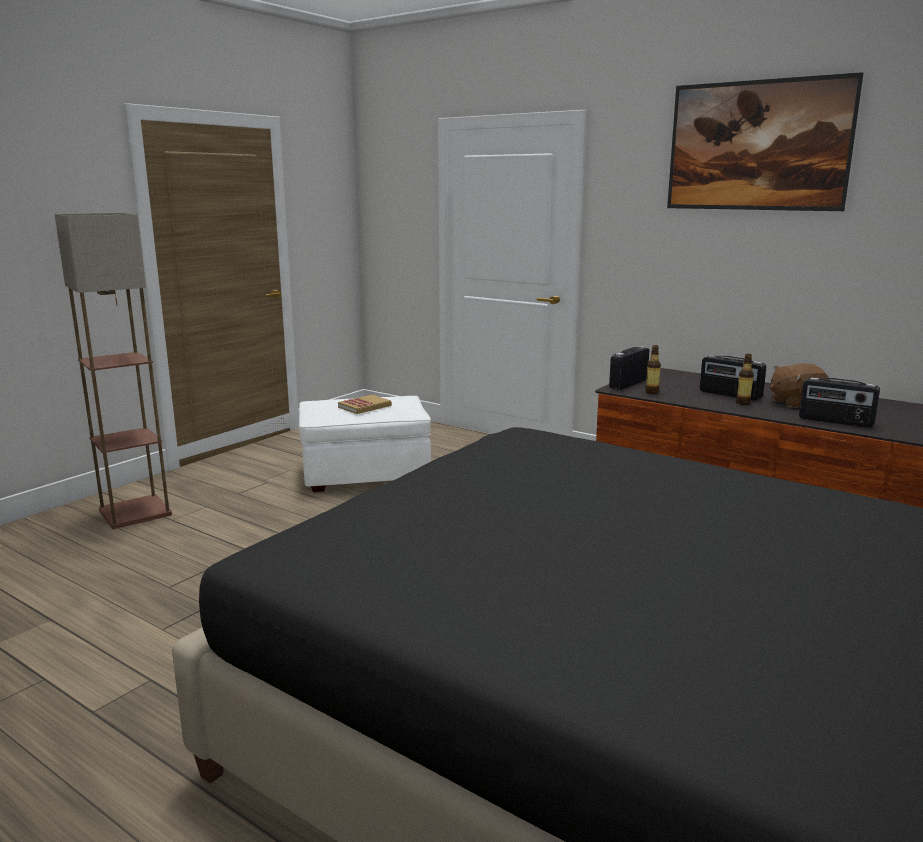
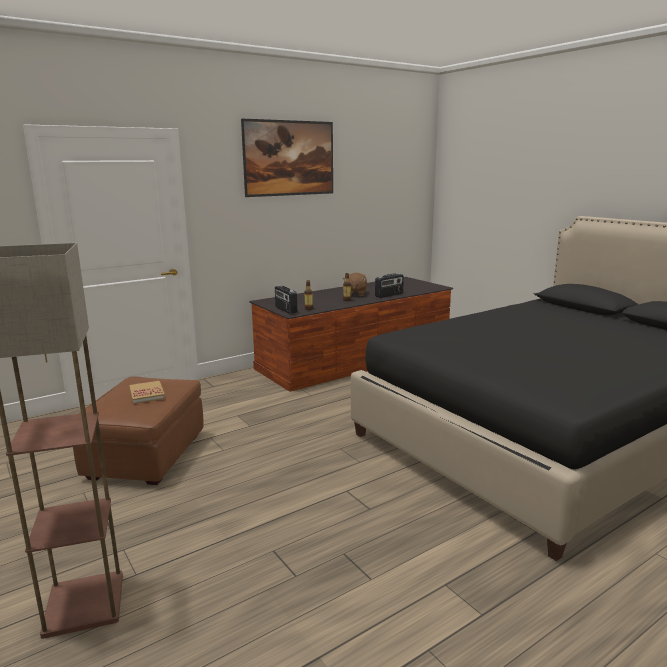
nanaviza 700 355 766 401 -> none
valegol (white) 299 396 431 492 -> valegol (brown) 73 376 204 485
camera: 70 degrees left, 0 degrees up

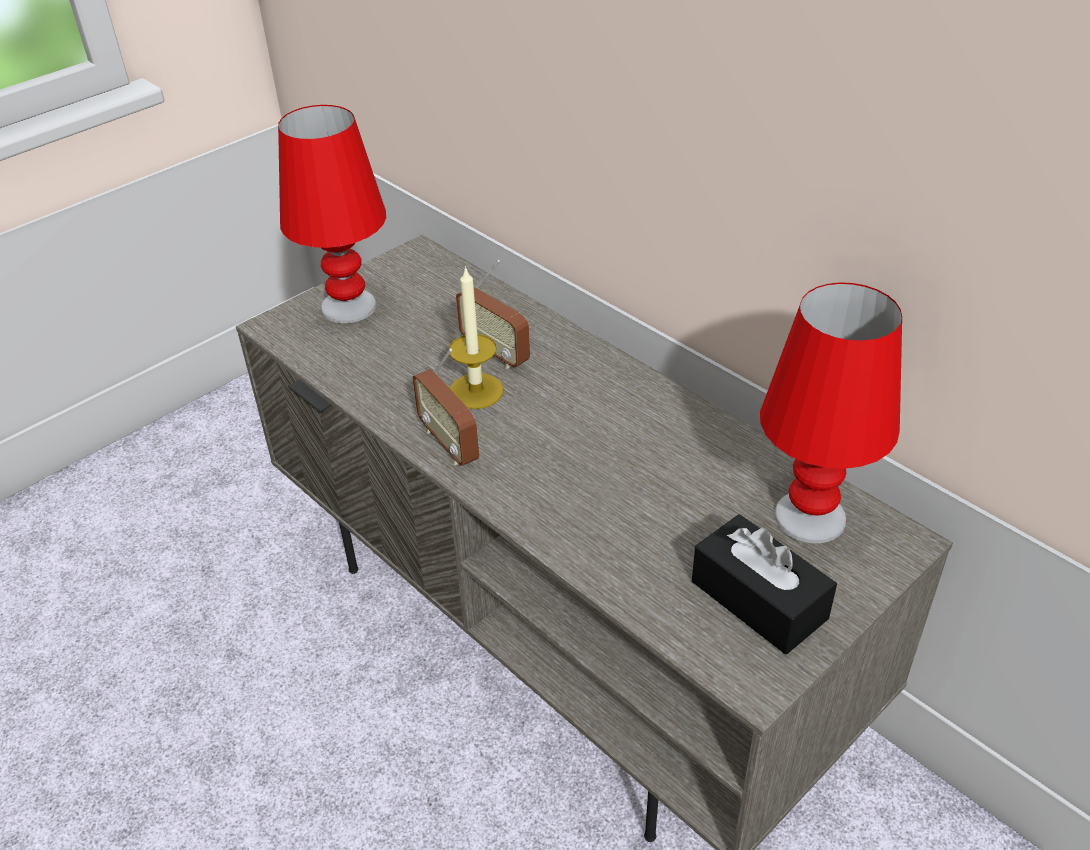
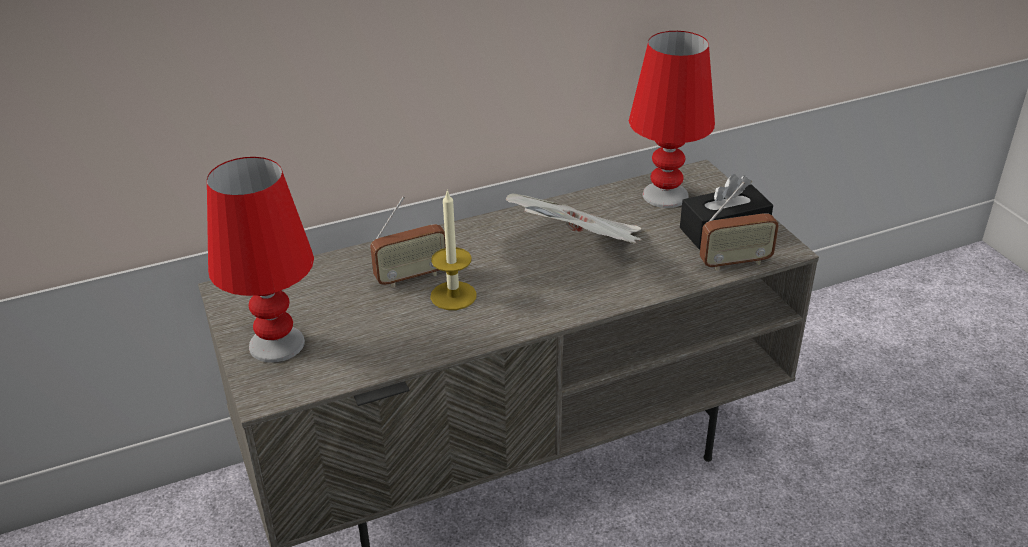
nanaviza 412 349 479 466 -> nanaviza 700 182 779 271, shifted
none -> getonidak 506 194 642 244
camera: 70 degrees left, 5 degrees down

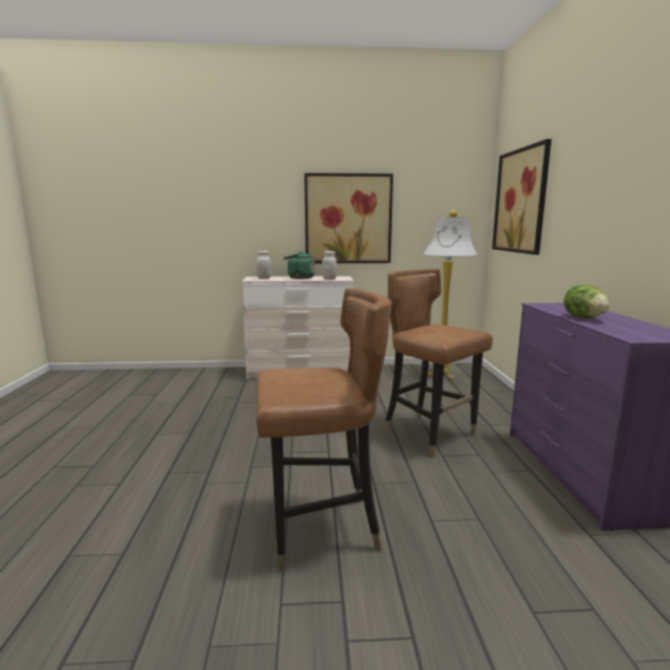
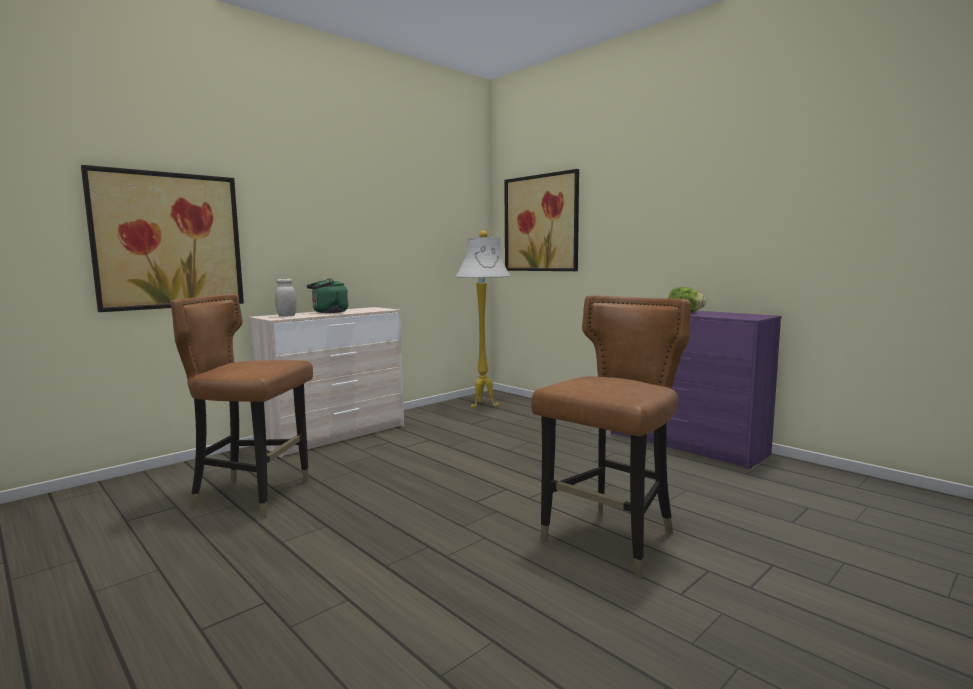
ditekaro 304 173 393 263 -> ditekaro 81 165 244 312, shifted
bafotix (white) 322 251 337 280 -> none
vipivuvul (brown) 383 268 493 457 -> vipivuvul (brown) 170 294 313 518, shifted
camera: 40 degrees left, 5 degrees down

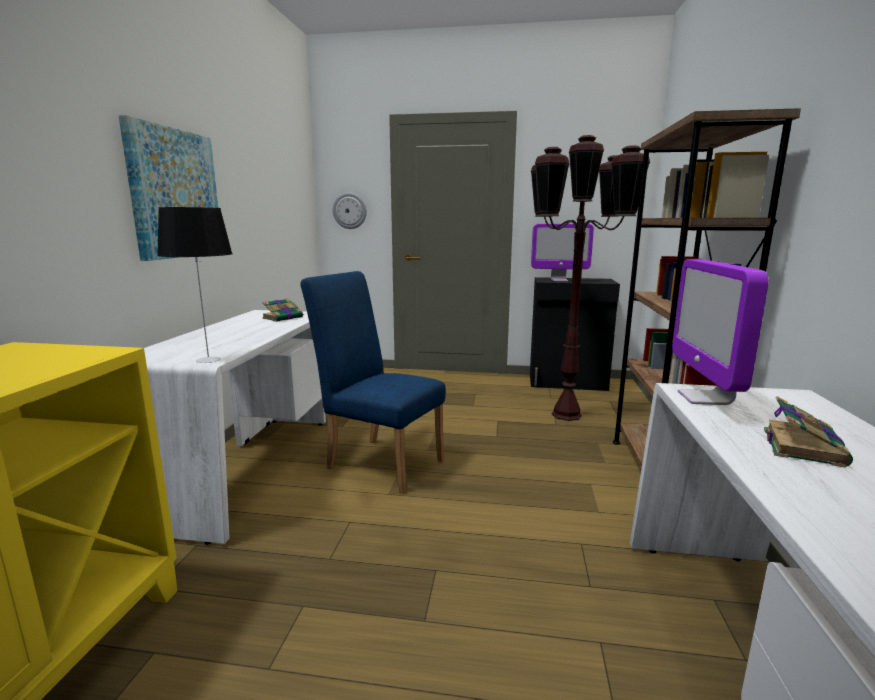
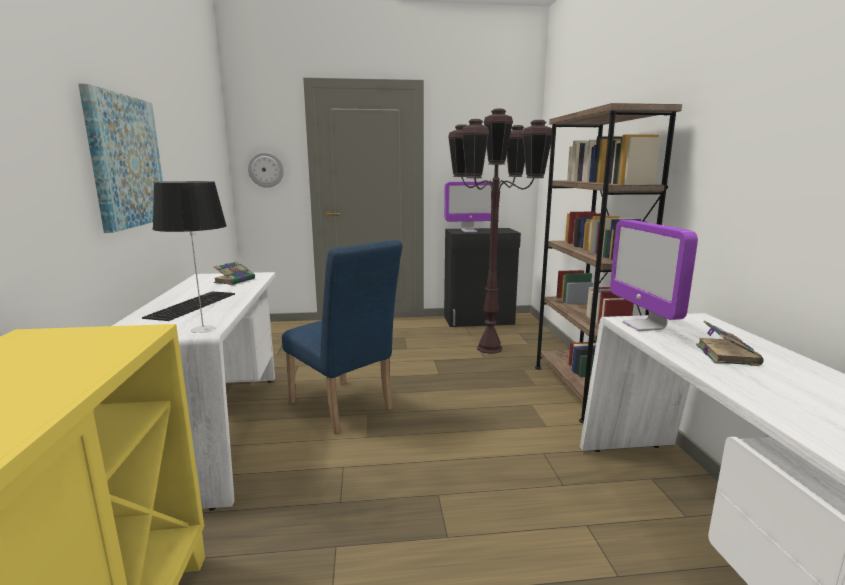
vipivuvul (blue) 300 271 446 493 -> vipivuvul (blue) 282 240 403 434, 150 degrees counterclockwise
none -> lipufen 142 291 235 321
camera: 15 degrees left, 0 degrees up

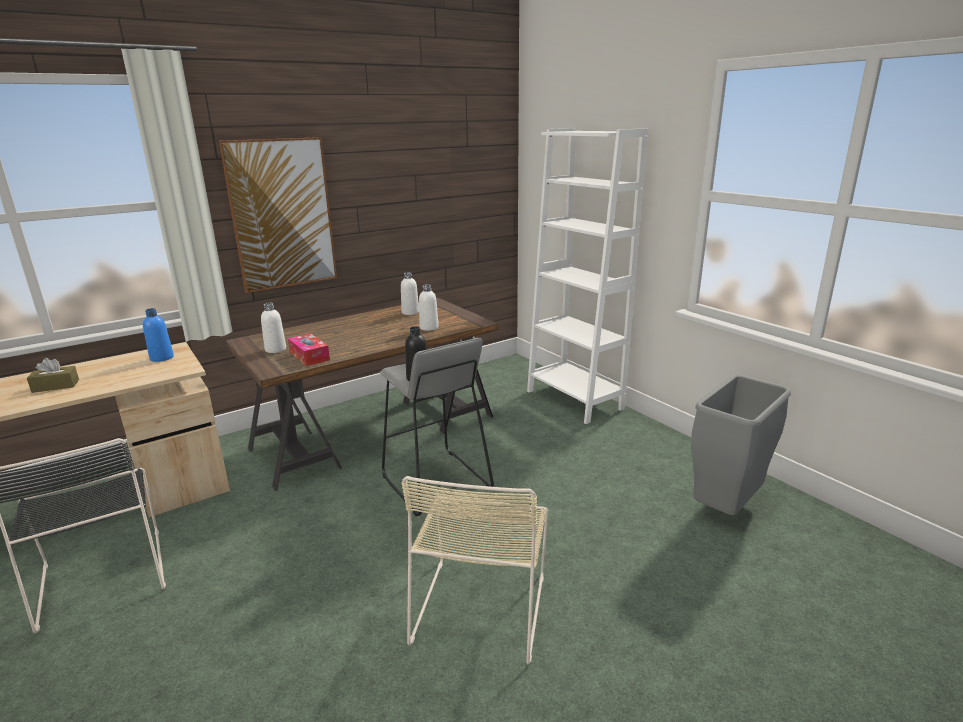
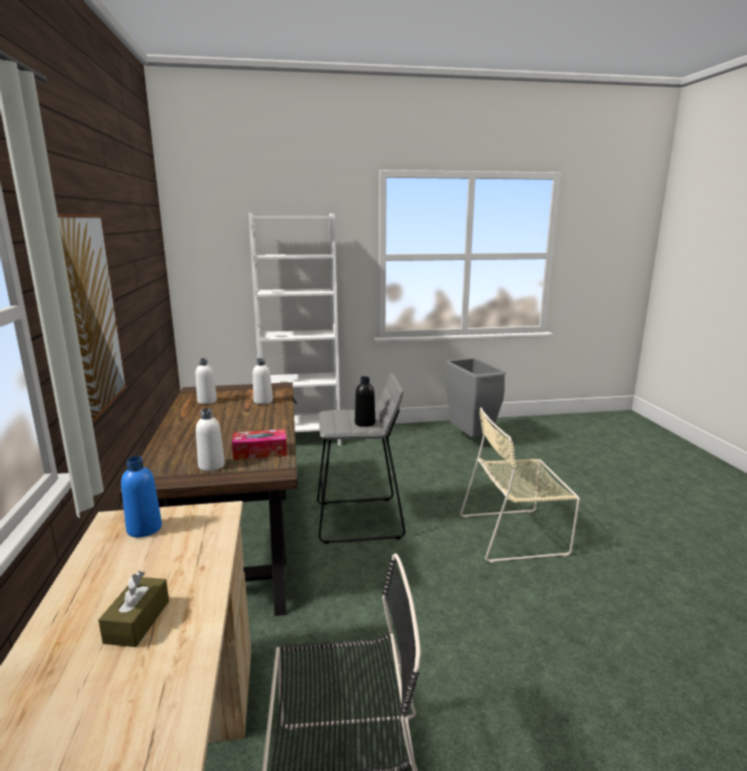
vipivuvul (beige) 402 476 548 665 -> vipivuvul (beige) 460 408 580 563, 135 degrees clockwise
camera: 65 degrees left, 5 degrees down

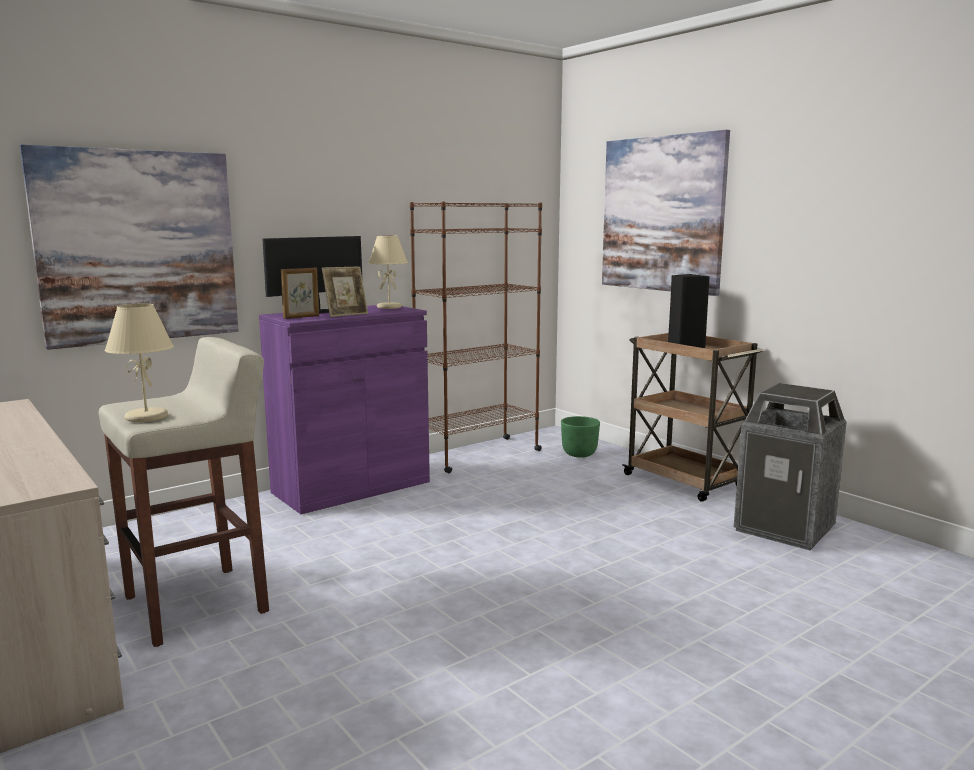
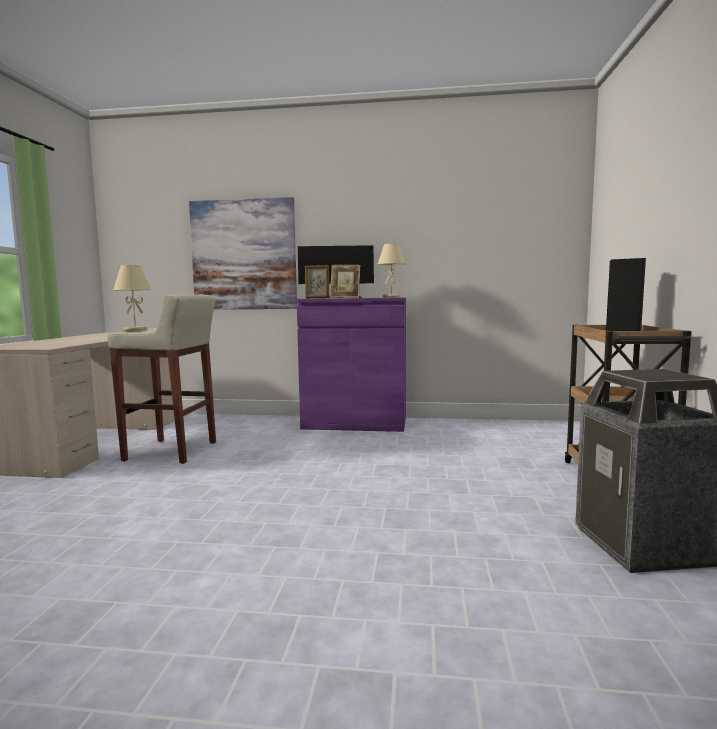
ditekaro 602 130 730 296 -> none
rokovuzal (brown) 410 201 542 473 -> none
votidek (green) 561 416 600 458 -> none
camera: 45 degrees right, 5 degrees down

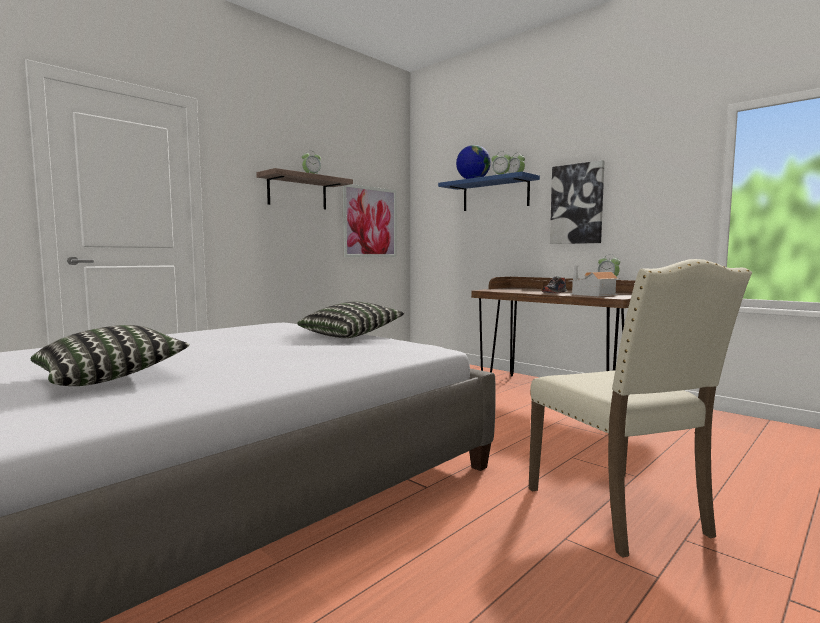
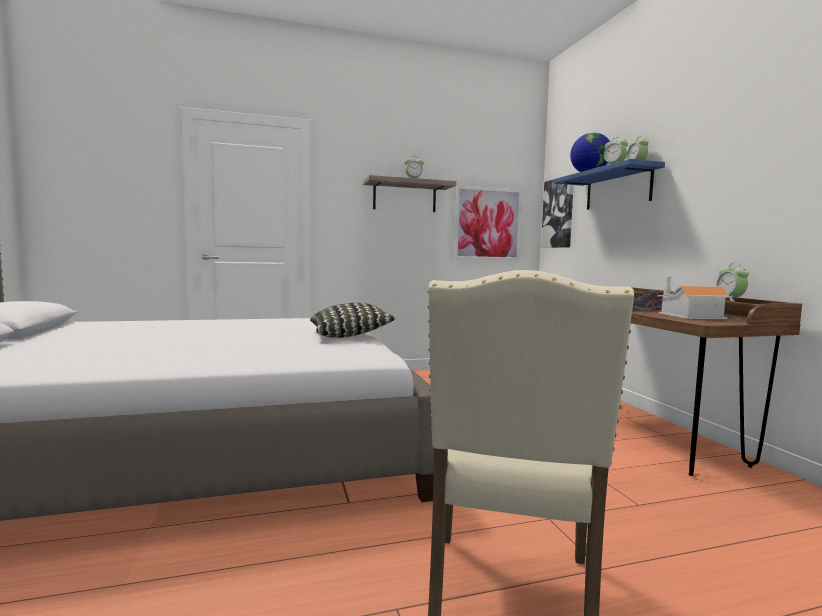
ditekaro 550 160 605 244 -> ditekaro 541 180 574 248, shifted
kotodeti 31 325 189 386 -> none
camera: 30 degrees right, 0 degrees up

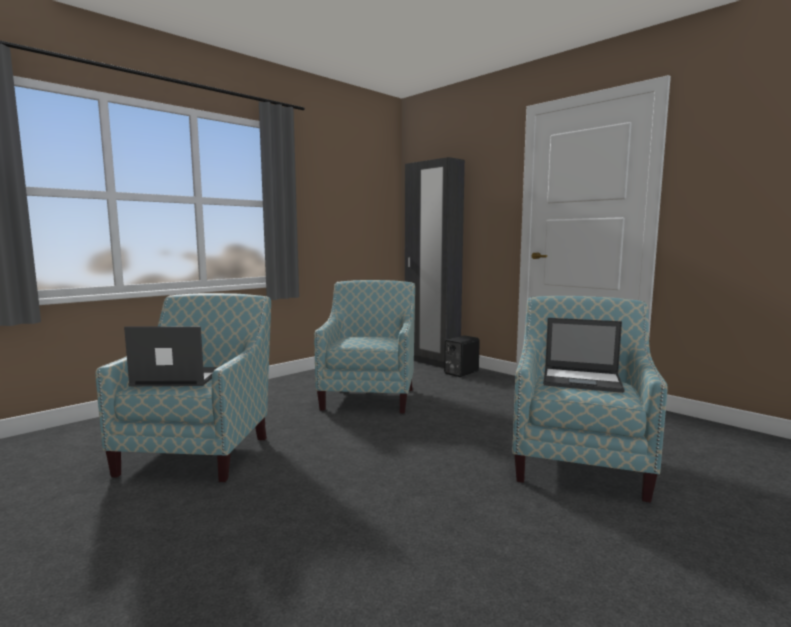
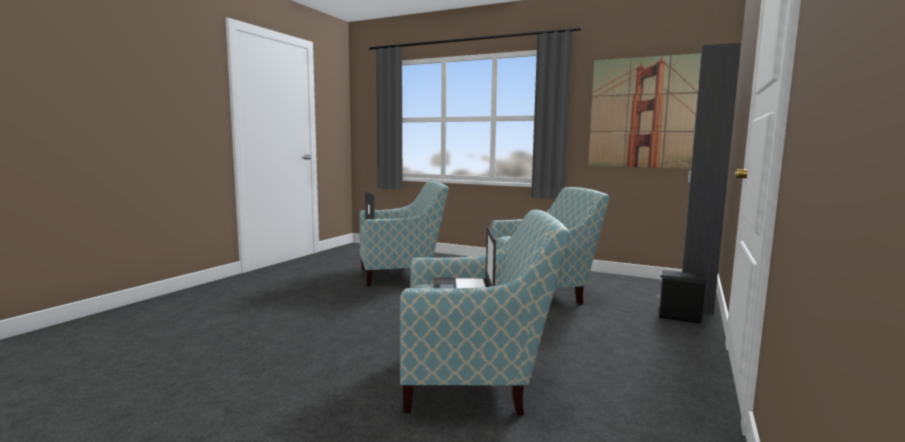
none -> ditekaro 588 53 701 169
camera: 70 degrees right, 0 degrees up

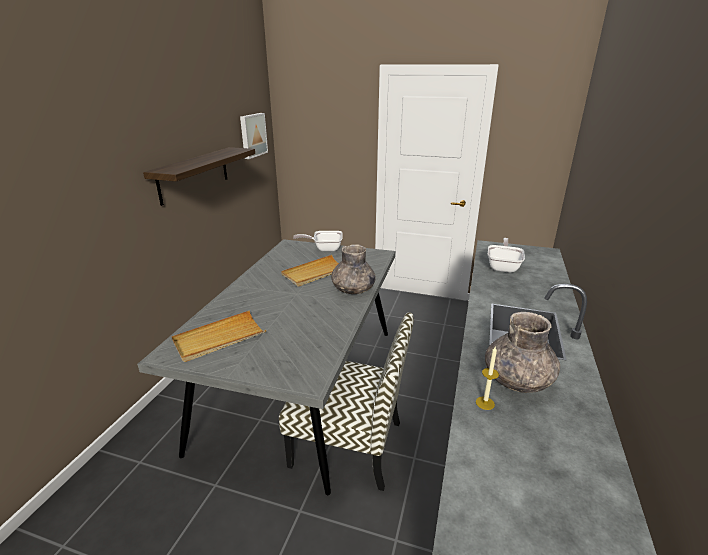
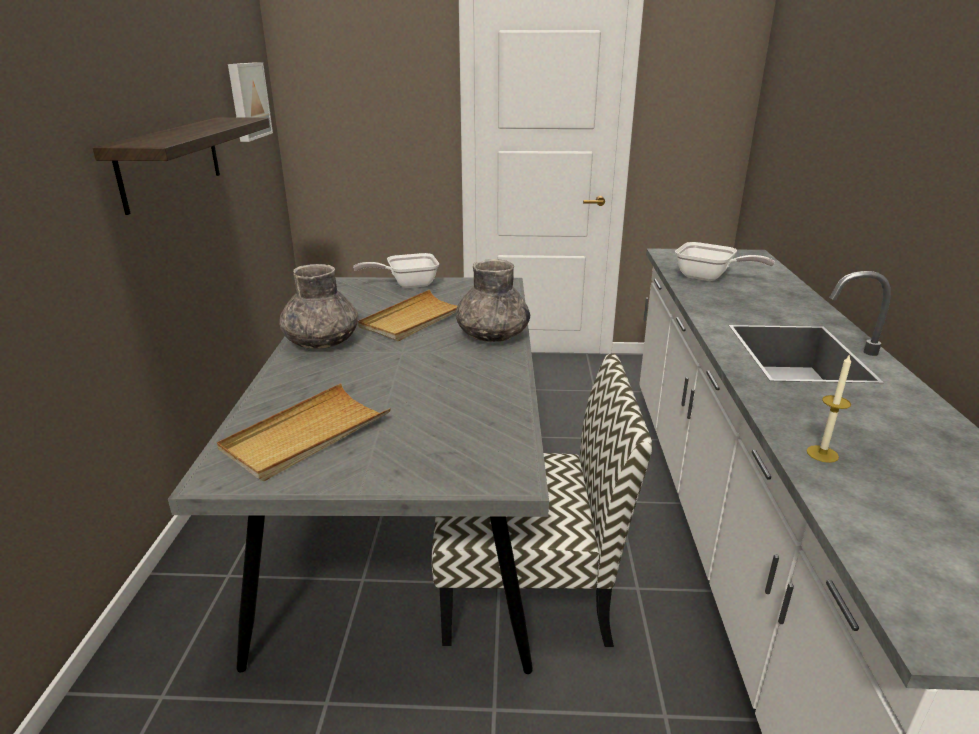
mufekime 488 238 525 273 -> mufekime 675 242 775 281, 120 degrees clockwise
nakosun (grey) 485 312 560 393 -> nakosun (grey) 279 264 358 349, shifted
camera: 15 degrees left, 0 degrees up

